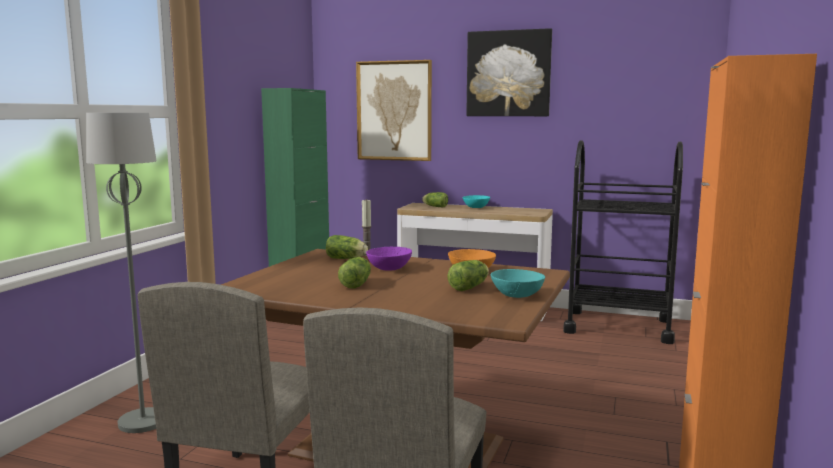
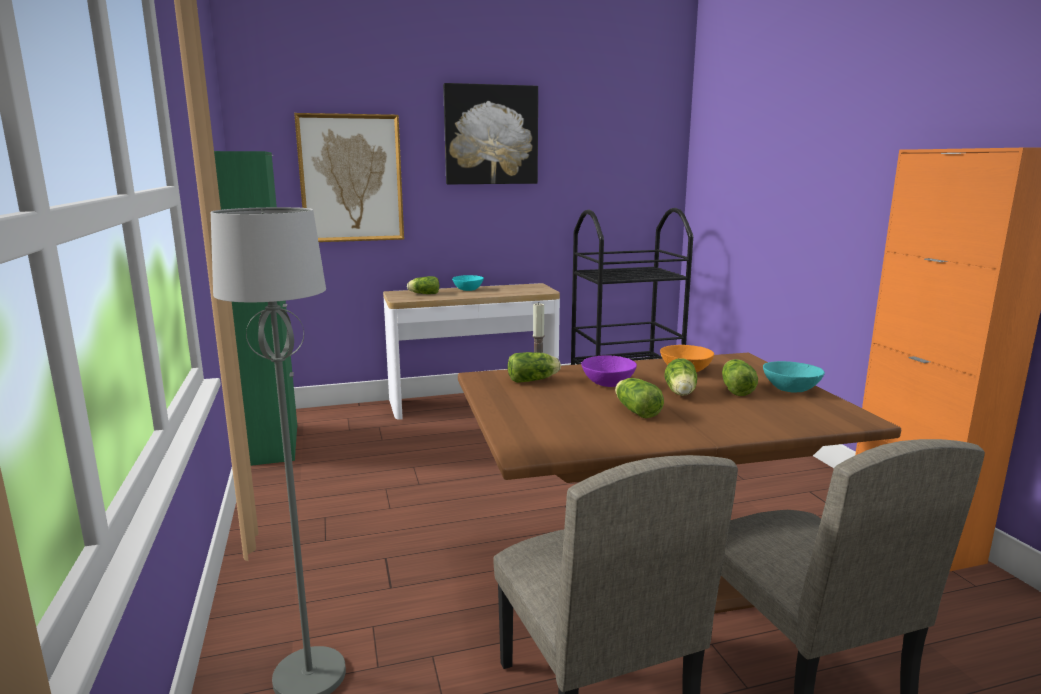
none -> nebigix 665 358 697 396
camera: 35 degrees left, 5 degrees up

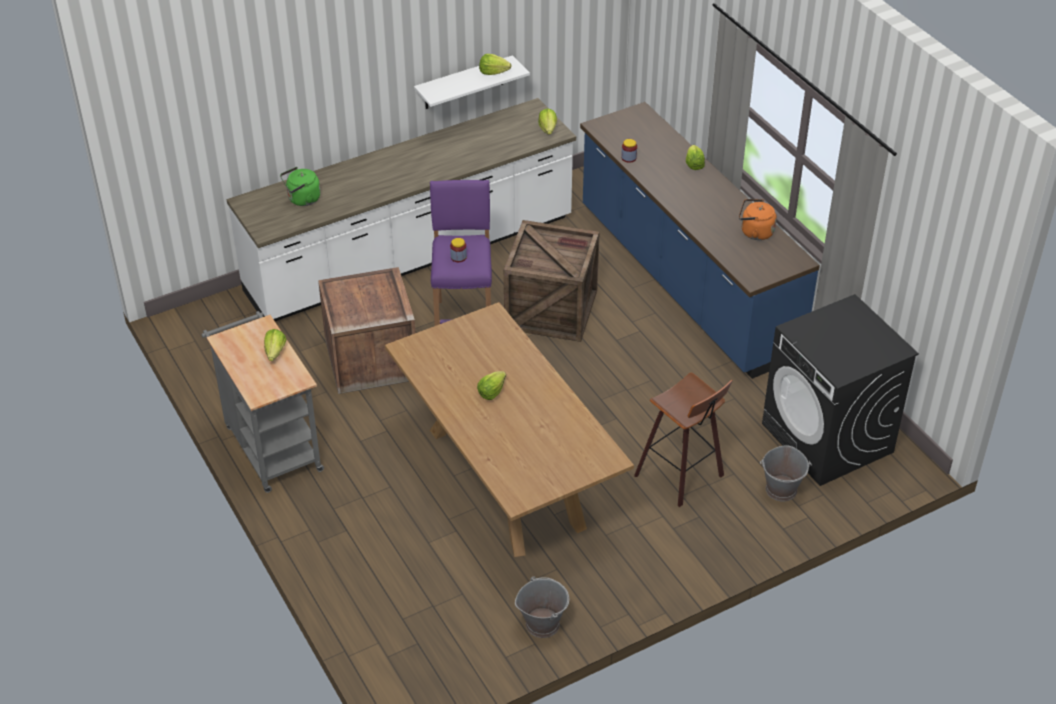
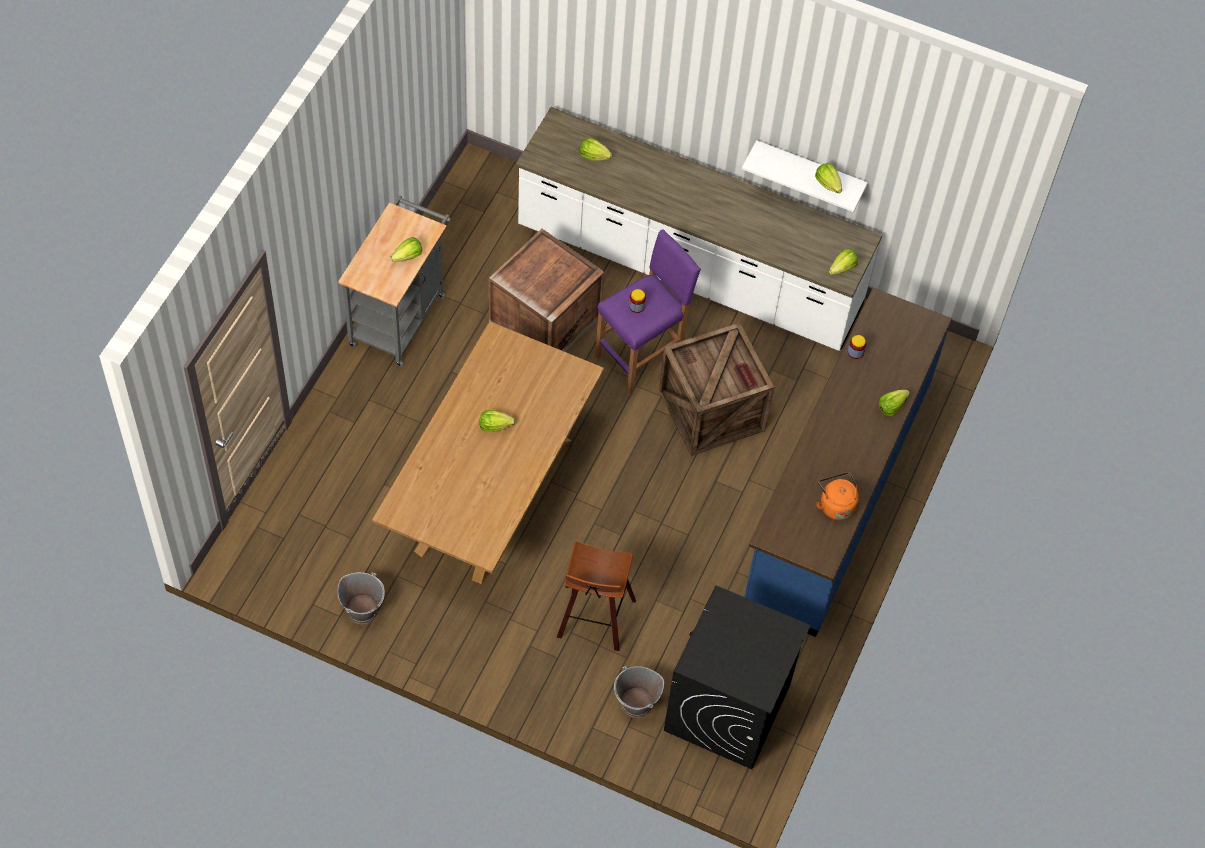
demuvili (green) 280 167 320 206 -> nebigix 579 138 612 161
camera: 50 degrees right, 15 degrees up

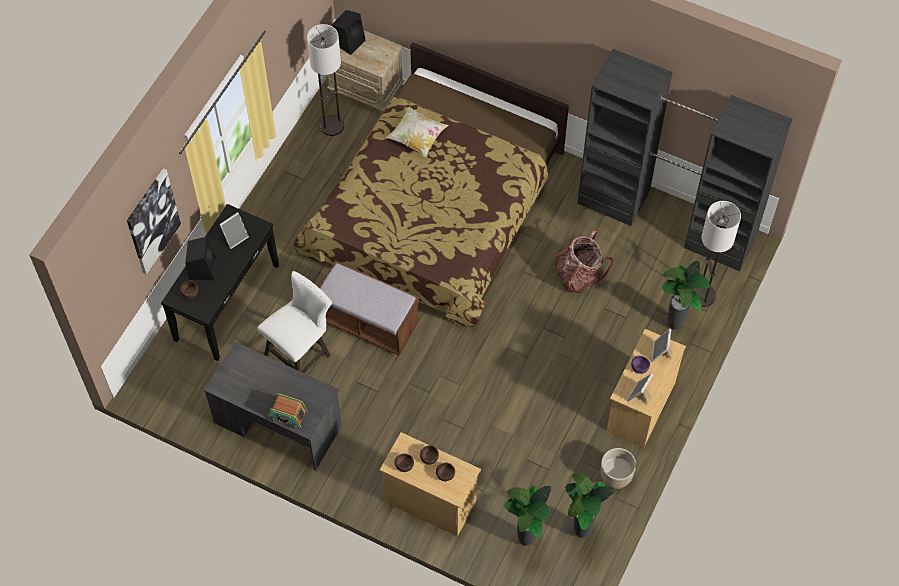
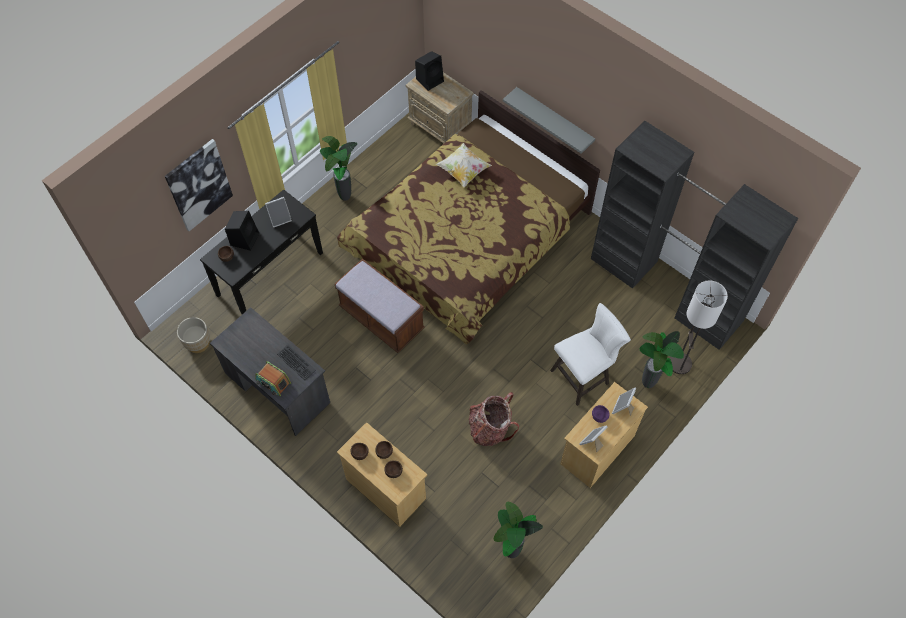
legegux 307 24 344 136 -> none
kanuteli 555 230 613 293 -> kanuteli 469 392 519 446, shifted
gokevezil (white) 257 271 332 373 -> gokevezil (white) 550 303 631 406, shifted
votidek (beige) 600 448 636 489 -> votidek (beige) 177 317 210 353, shifted
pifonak 504 485 551 546 -> pifonak 320 136 357 201, shifted
none -> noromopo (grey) 503 87 595 154
none -> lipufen 277 345 316 380
camera: 15 degrees right, 0 degrees up

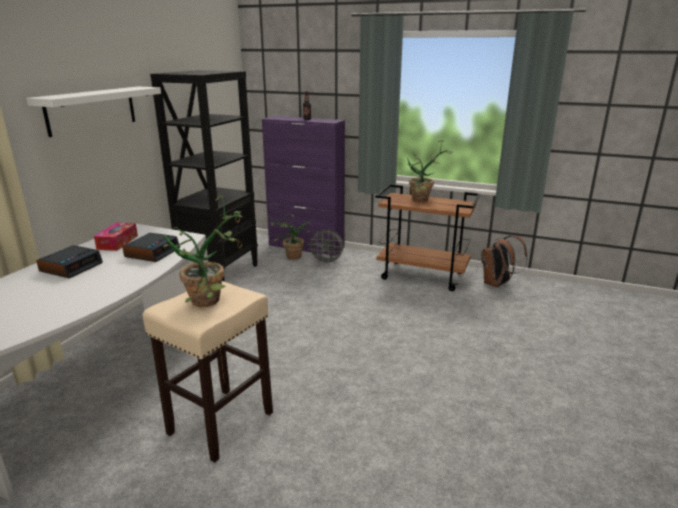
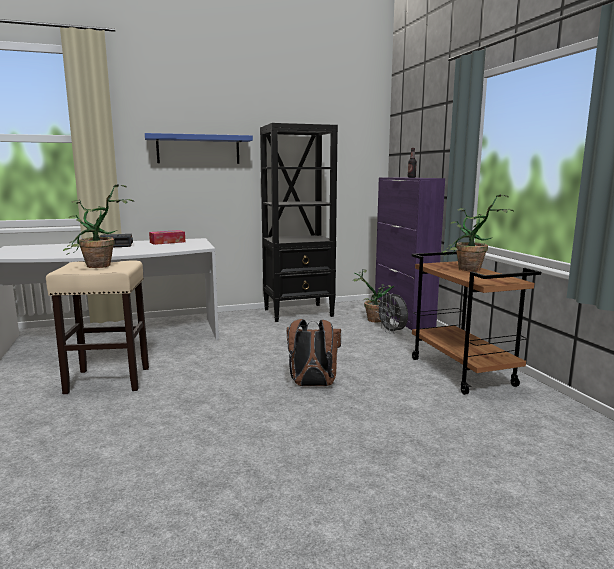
noromopo (white) 26 86 161 137 -> noromopo (blue) 145 133 253 164
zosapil 122 233 180 262 -> none
kanuteli (brown) 481 235 527 287 -> kanuteli (brown) 286 319 341 386, shifted
camera: 50 degrees right, 10 degrees down

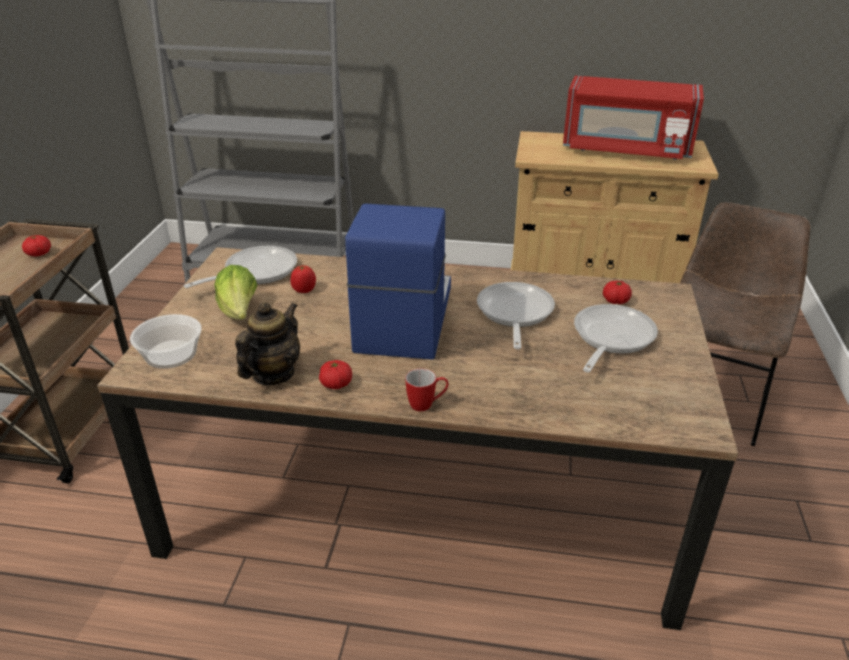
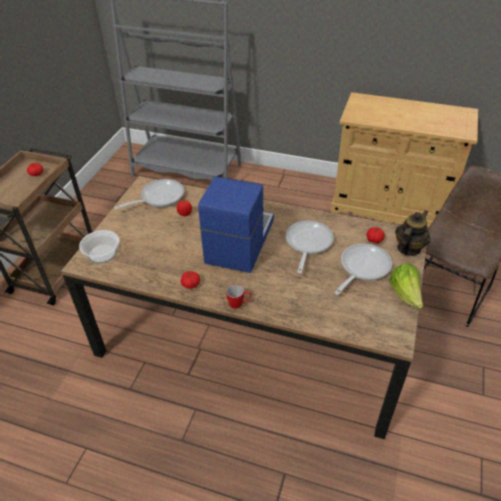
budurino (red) 563 76 704 160 -> none
nebigix 214 265 258 320 -> nebigix 389 263 423 309, shifted
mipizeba 235 302 300 385 -> mipizeba 395 210 430 256, shifted
camera: 10 degrees right, 10 degrees up

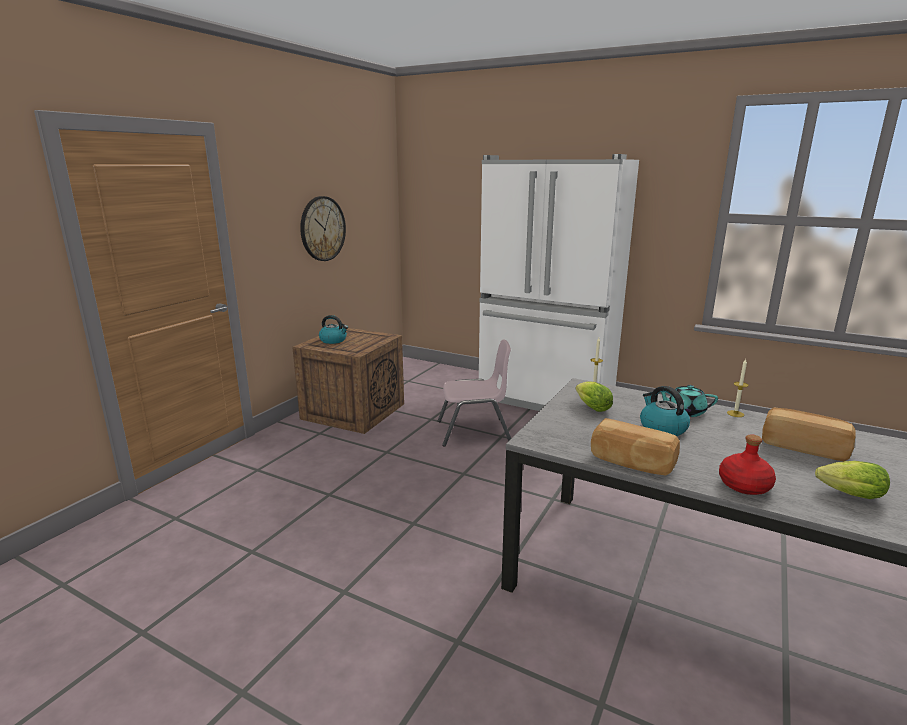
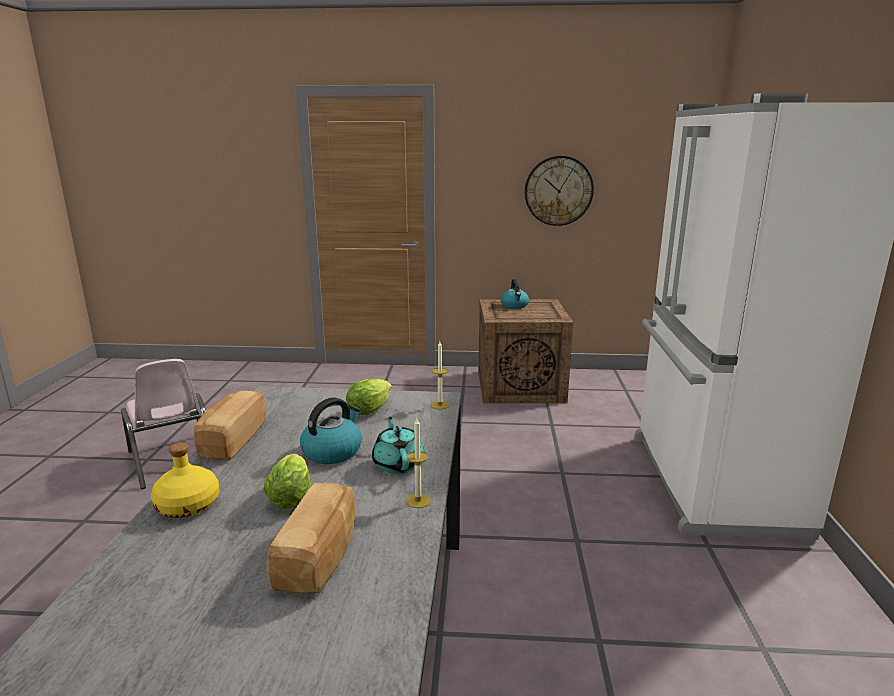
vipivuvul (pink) 438 339 511 447 -> vipivuvul (pink) 121 359 206 489, shifted
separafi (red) 719 434 776 495 -> separafi (yellow) 151 442 219 518
nebigix 815 461 890 499 -> nebigix 263 454 311 509, shifted
camera: 65 degrees right, 0 degrees up

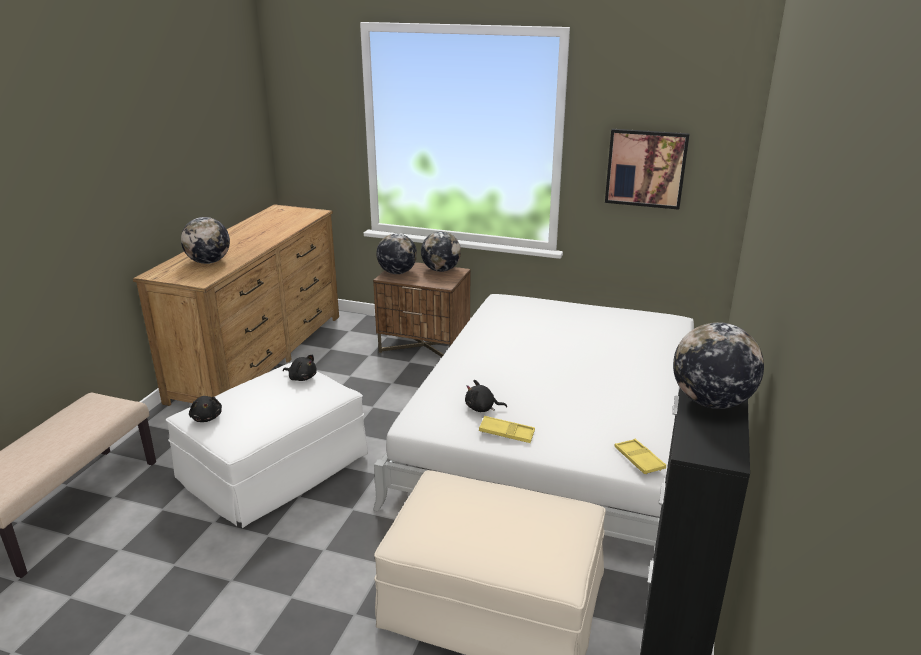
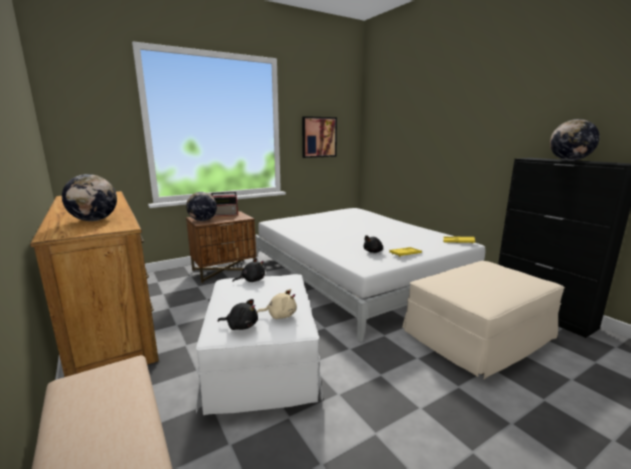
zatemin 421 231 461 272 -> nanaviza 211 192 238 216
none -> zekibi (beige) 257 289 297 319
camera: 50 degrees left, 10 degrees down

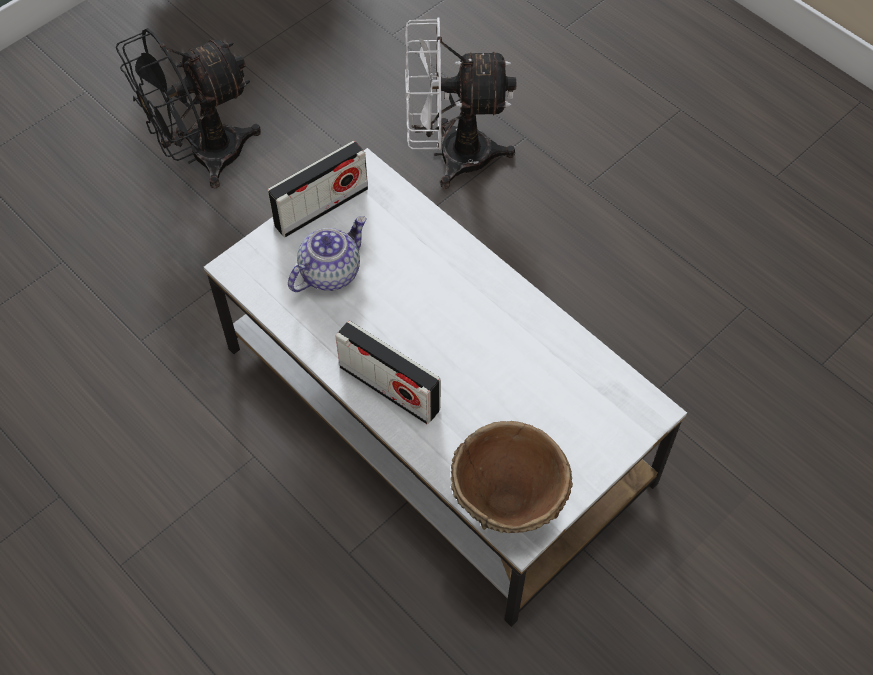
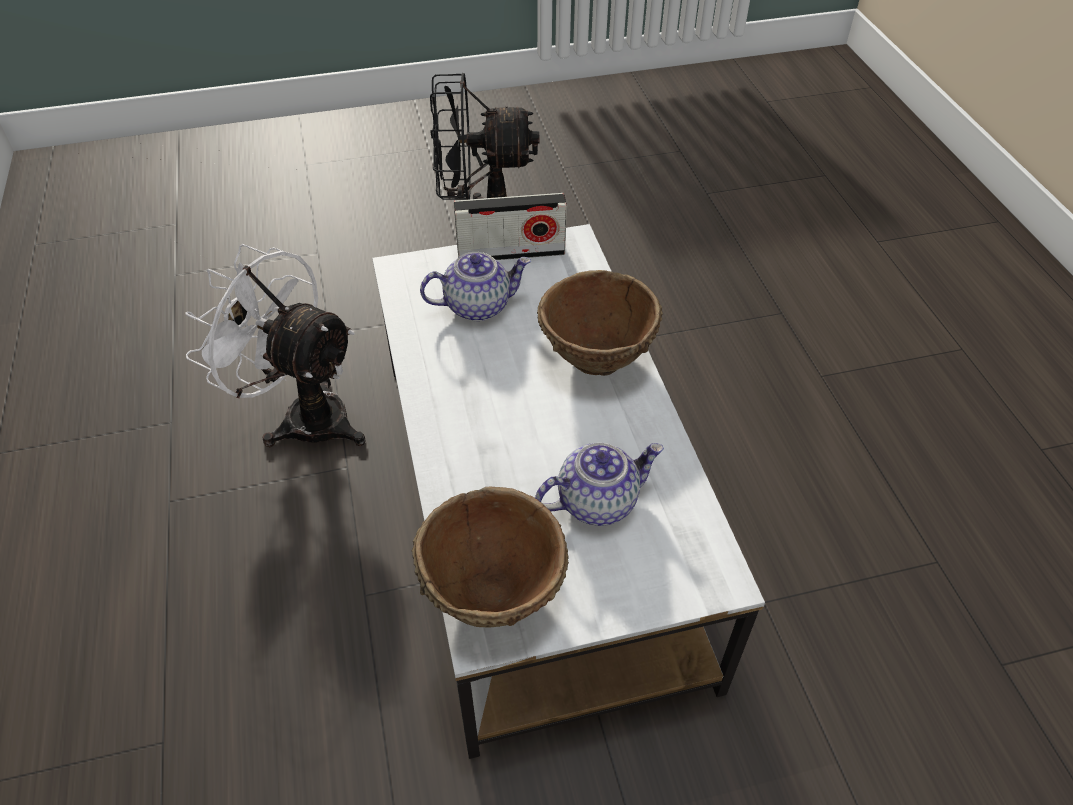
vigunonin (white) 405 18 516 189 -> vigunonin (white) 185 244 366 447, shifted
nanaviza 335 321 441 424 -> none
none -> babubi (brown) 537 270 663 376
none -> mipizeba 535 443 664 526
camera: 30 degrees right, 10 degrees down

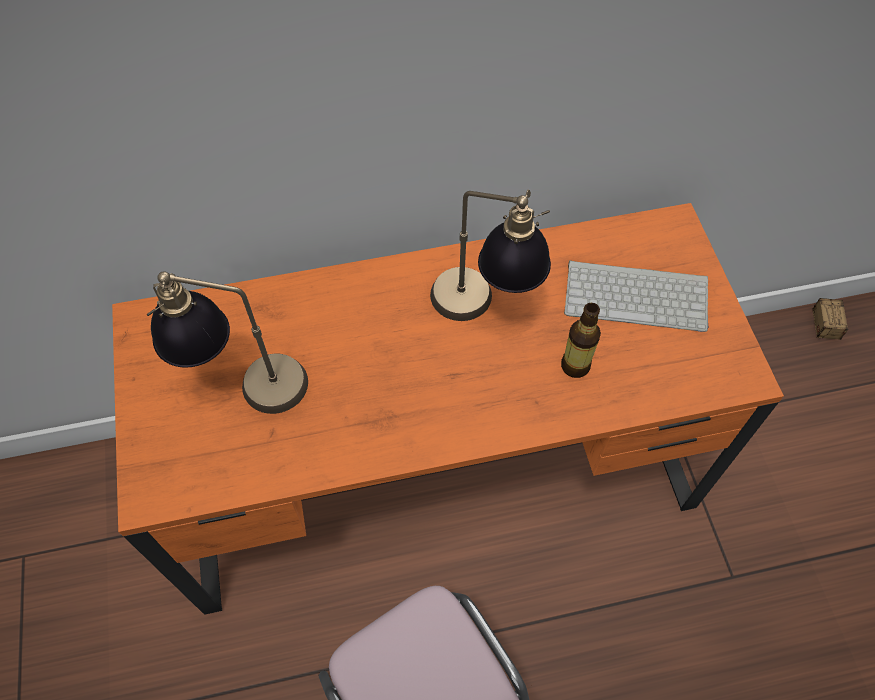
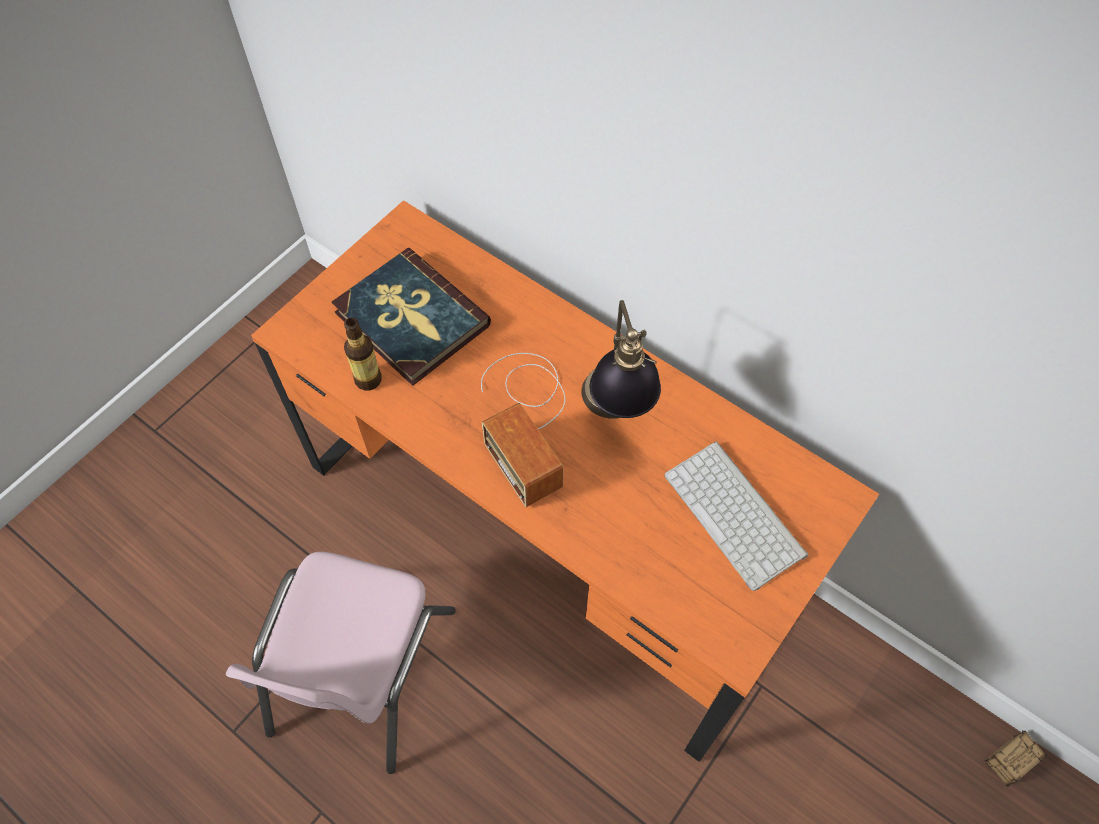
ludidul 147 271 308 414 -> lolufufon 331 248 491 386
separafi 561 303 601 378 -> separafi 344 317 382 390, shifted
none -> nanaviza 481 353 565 507
camera: 50 degrees right, 0 degrees up

